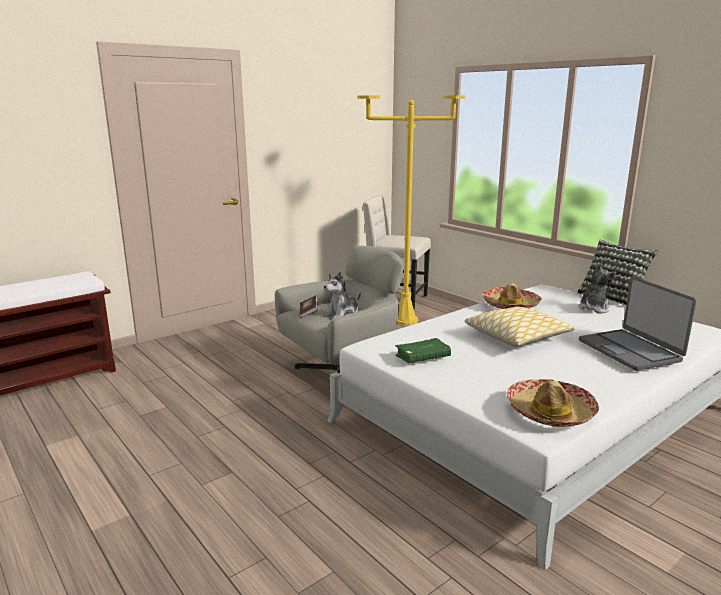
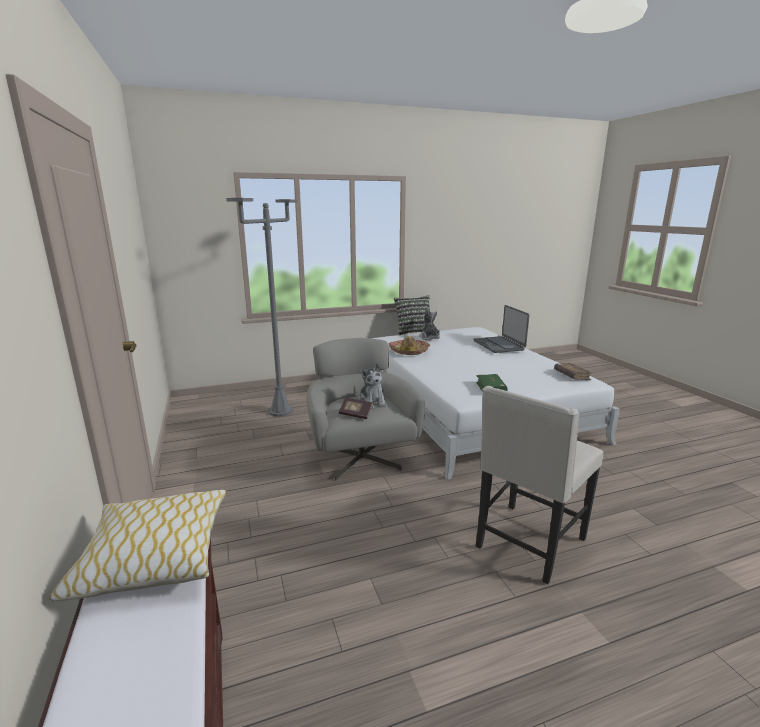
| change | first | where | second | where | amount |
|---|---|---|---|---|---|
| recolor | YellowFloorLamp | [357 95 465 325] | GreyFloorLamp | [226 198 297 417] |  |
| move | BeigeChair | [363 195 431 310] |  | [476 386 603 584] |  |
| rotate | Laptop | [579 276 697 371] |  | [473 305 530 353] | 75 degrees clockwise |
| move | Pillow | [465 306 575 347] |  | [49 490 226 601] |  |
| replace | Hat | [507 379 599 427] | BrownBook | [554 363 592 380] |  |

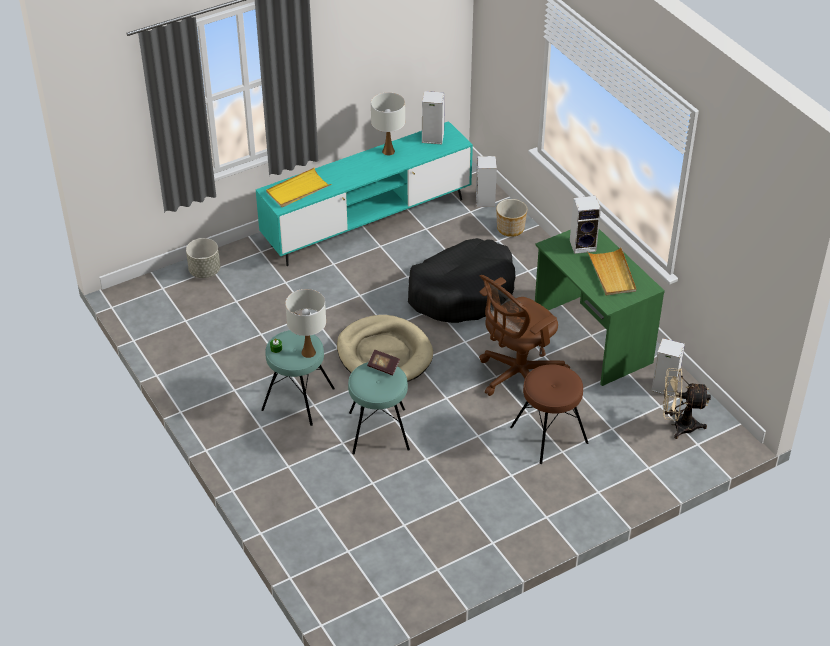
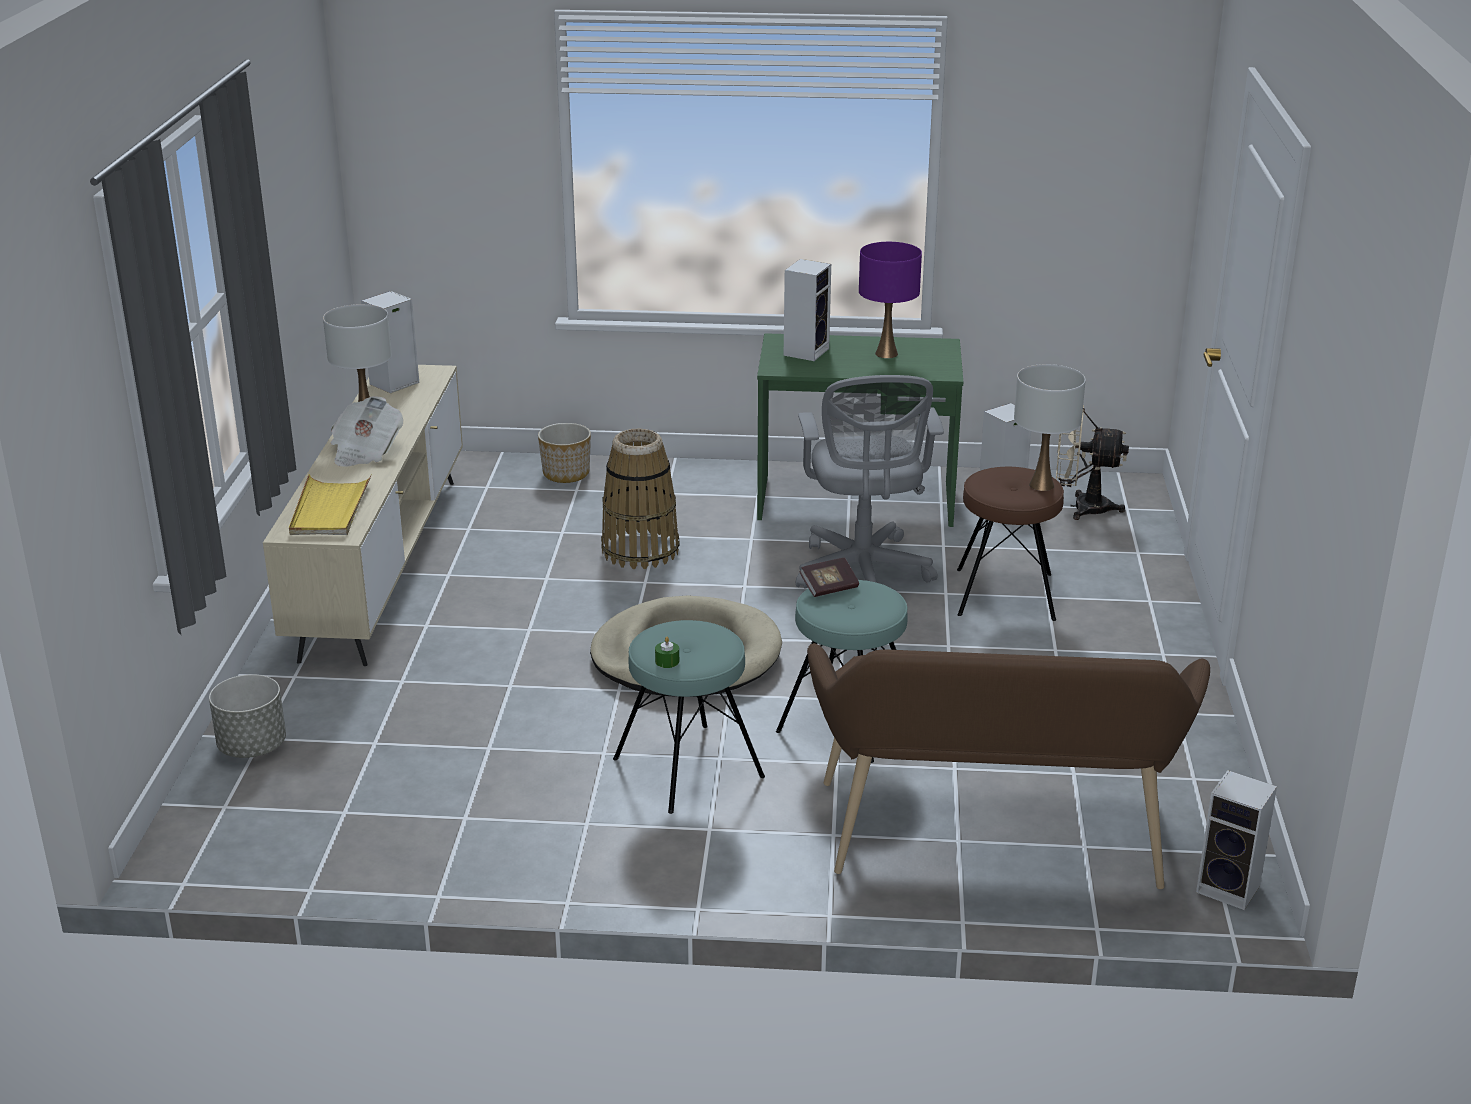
| change | first | where | second | where | amount |
|---|---|---|---|---|---|
| recolor | TurquoiseTvStand | [256 121 473 266] | BeigeTvStand | [263 365 463 666] |  |
| move | Speaker | [476 156 497 207] |  | [1196 770 1277 910] |  |
| replace | BlackDogBed | [408 238 516 323] | Basket | [601 429 680 569] |  |
| replace | BeigeTray | [587 247 636 295] | PurpleTableLamp | [859 242 922 358] |  |
| recolor | BrownOfficeChair | [479 275 570 396] | GreyOfficeChair | [796 375 944 589] |  |
| move | WhiteTableLamp | [285 289 326 358] |  | [1014 364 1086 491] |  |
| rotate | BeigeFan | [663 368 711 439] |  | [1056 405 1129 520] | 60 degrees clockwise |
| insert |  |  | Newspaper | [331 396 403 467] |  |
| insert |  |  | BrownBench | [807 643 1210 889] |  |

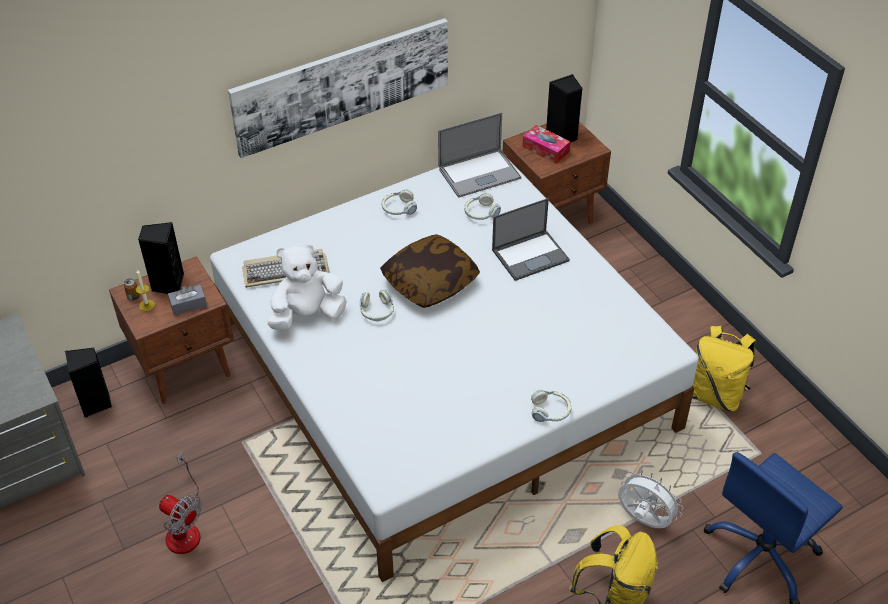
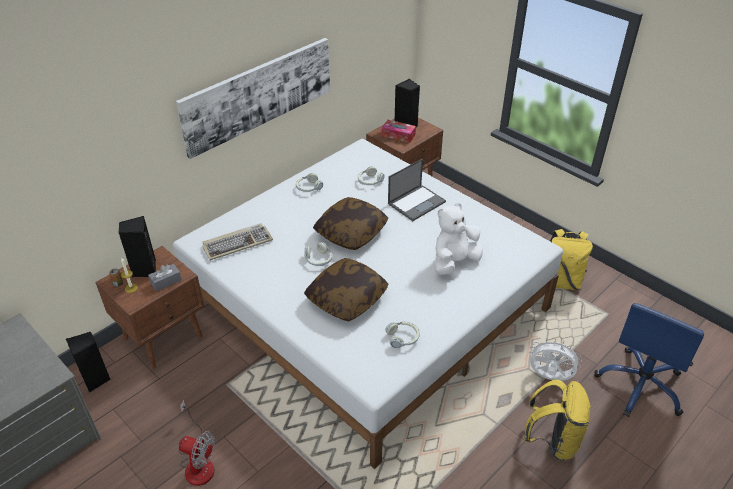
| change | first | where | second | where | amount |
|---|---|---|---|---|---|
| delete | Laptop | [438 112 521 198] |  |  |  |
| move | WhitePlushToy | [267 243 347 330] |  | [434 203 483 275] |  |
| move | Headphones | [531 390 572 422] |  | [386 322 420 348] |  |
| insert |  |  | Pillow | [304 258 388 321] |  |

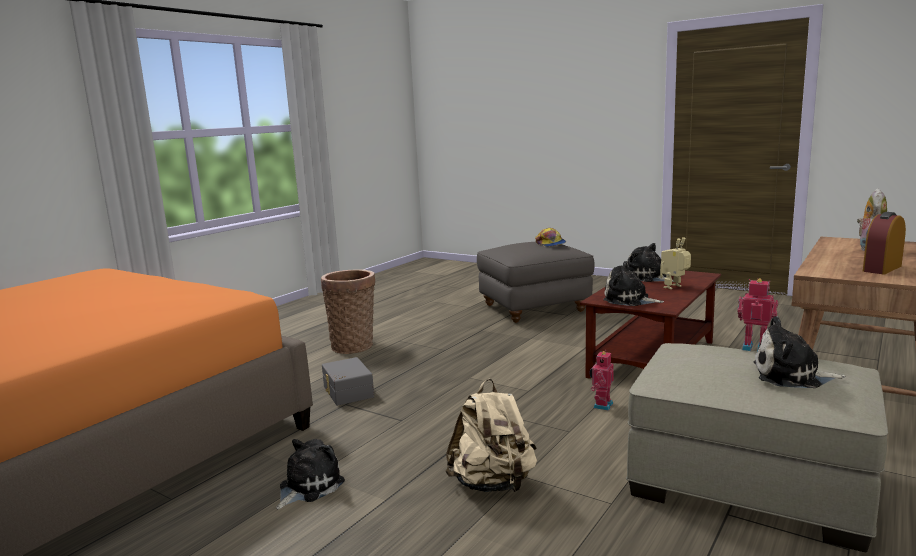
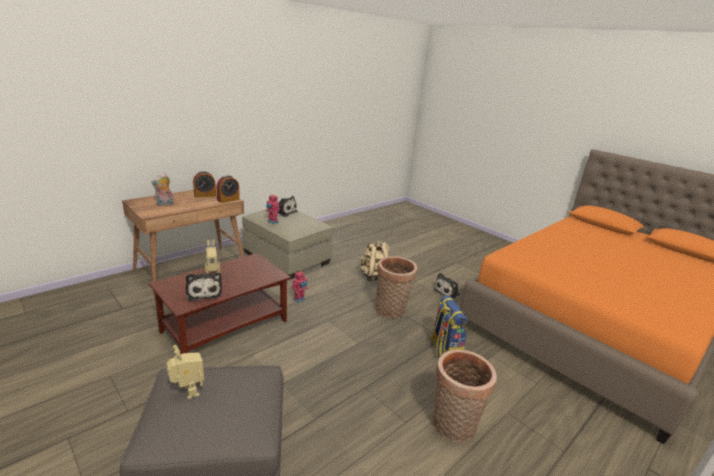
| change | first | where | second | where | amount |
|---|---|---|---|---|---|
| replace | Cap | [535 228 566 247] | ToyRobot | [167 345 204 399] |  |
| delete | PlushToy | [603 261 664 306] |  |  |  |
| replace | GreyStorageBox | [322 357 374 406] | Backpack | [429 295 468 357] |  |
| insert |  |  | AlarmClock | [217 175 240 203] |  |
| insert |  |  | Basket | [375 256 418 319] |  |

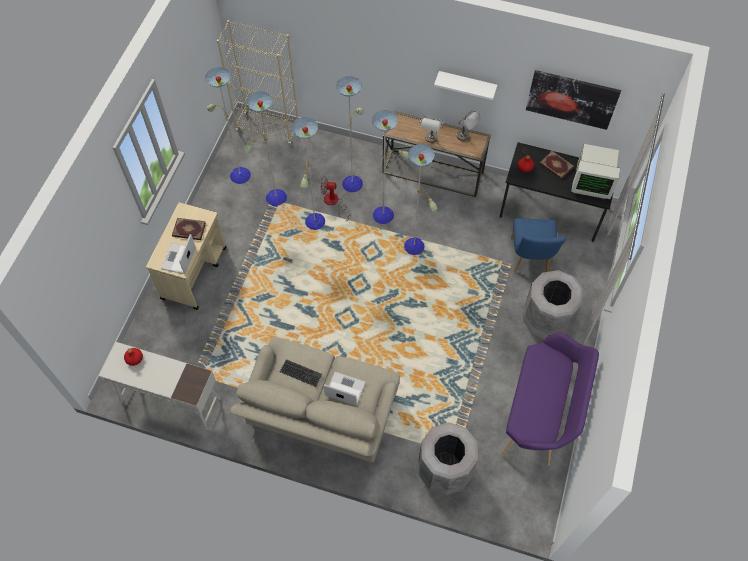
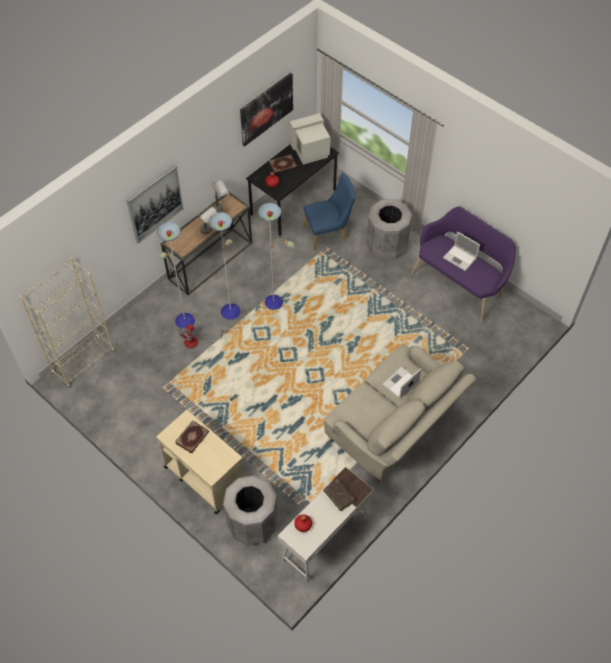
| change | first | where | second | where | amount |
|---|---|---|---|---|---|
| delete | FloorLamp | [205 67 325 230] |  |  |  |
| delete | WhiteShelf | [434 71 498 100] |  |  |  |
| rotate | Monitor | [571 144 620 199] |  | [289 113 330 165] | 150 degrees counterclockwise |
| rotate | BlueChair | [511 218 566 273] |  | [304 173 356 250] | 45 degrees counterclockwise |
| move | Laptop | [161 234 196 274] |  | [443 231 480 271] |  |
| delete | Keyboard | [280 359 322 387] |  |  |  |
| move | GreyTrashCan | [419 422 478 495] |  | [223 475 278 545] |  |
| insert |  |  | Picture | [127 165 183 244] |  |
| insert |  |  | BrownBook | [323 479 355 511] |  |

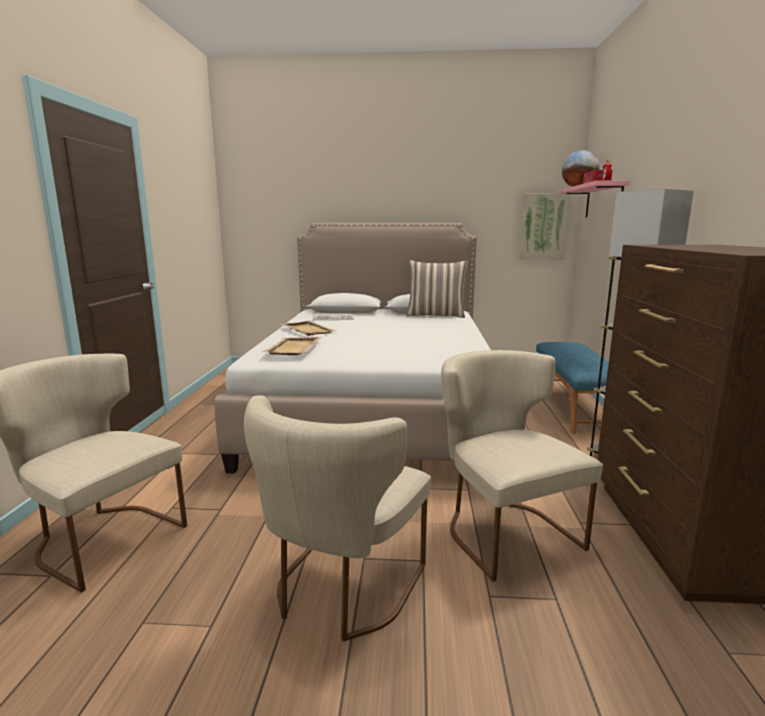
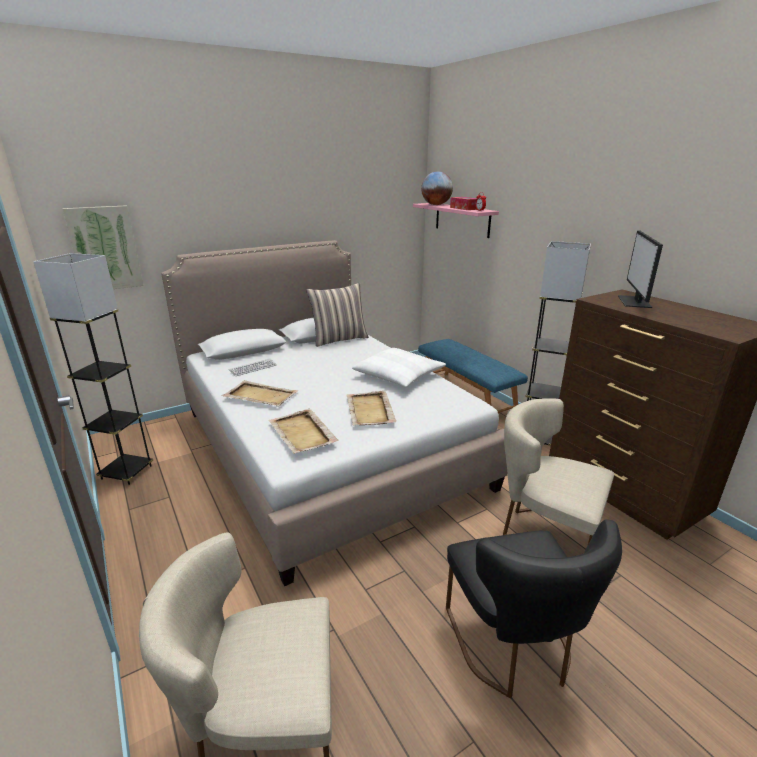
| change | first | where | second | where | amount |
|---|---|---|---|---|---|
| move | Picture | [519 193 570 260] |  | [63 205 144 289] |  |
| recolor | BeigeChair | [244 395 431 641] | BlackChair | [446 519 622 698] |  |
| insert |  |  | Monitor | [618 230 663 308] |  |
| insert |  |  | GreyFloorLamp | [33 253 153 485] |  |
| insert |  |  | WhitePillow | [352 348 446 388] |  |
| insert |  |  | BeigeTray | [347 391 397 426] |  |

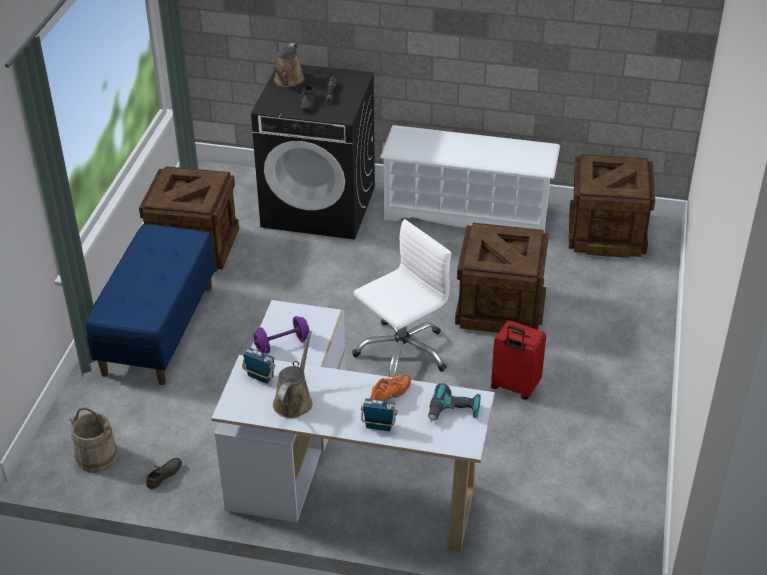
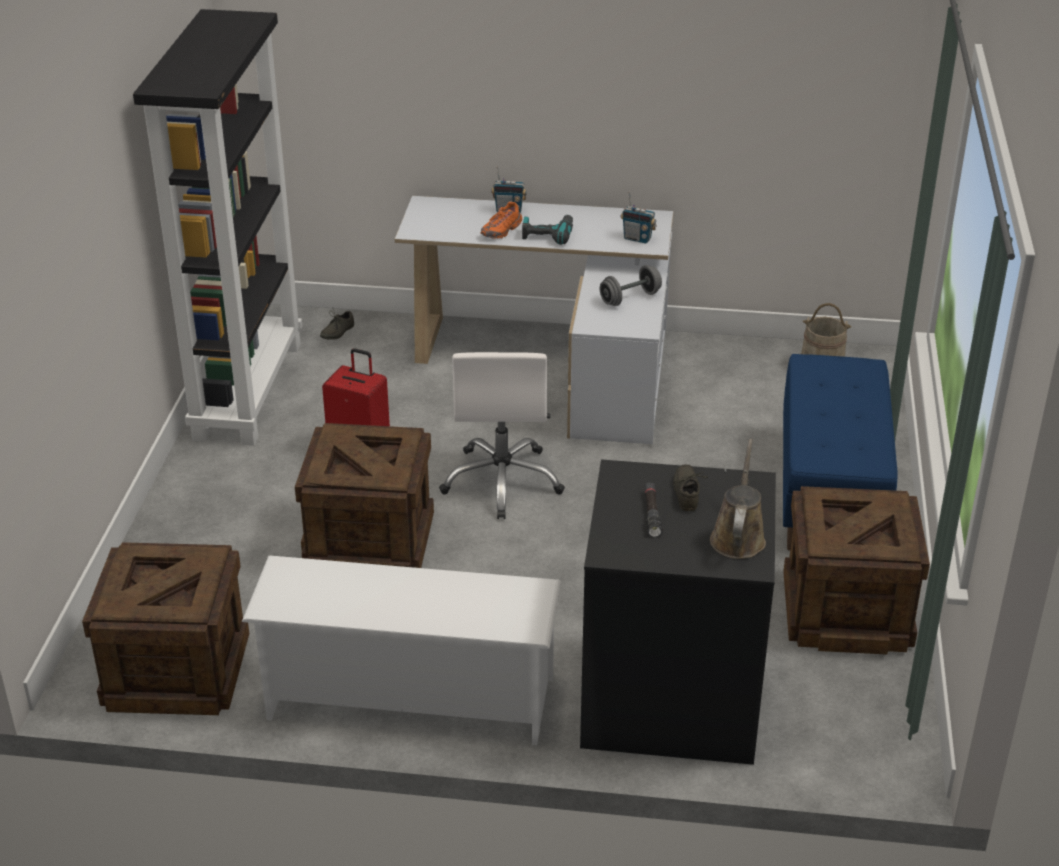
| change | first | where | second | where | amount |
|---|---|---|---|---|---|
| rotate | WhiteOfficeChair | [352 219 451 377] |  | [439 352 565 519] | 45 degrees counterclockwise |
| recolor | PurpleDumbbell | [253 316 310 354] | GreyDumbbell | [600 265 662 306] |  |
| delete | BrownWateringCan | [273 331 313 418] |  |  |  |
| move | PowerDrill | [428 383 481 422] |  | [522 215 573 245] |  |
| move | GreyShoe | [146 458 182 489] |  | [320 309 354 340] |  |
| insert |  |  | BlackBookcase | [133 9 302 446] |  |

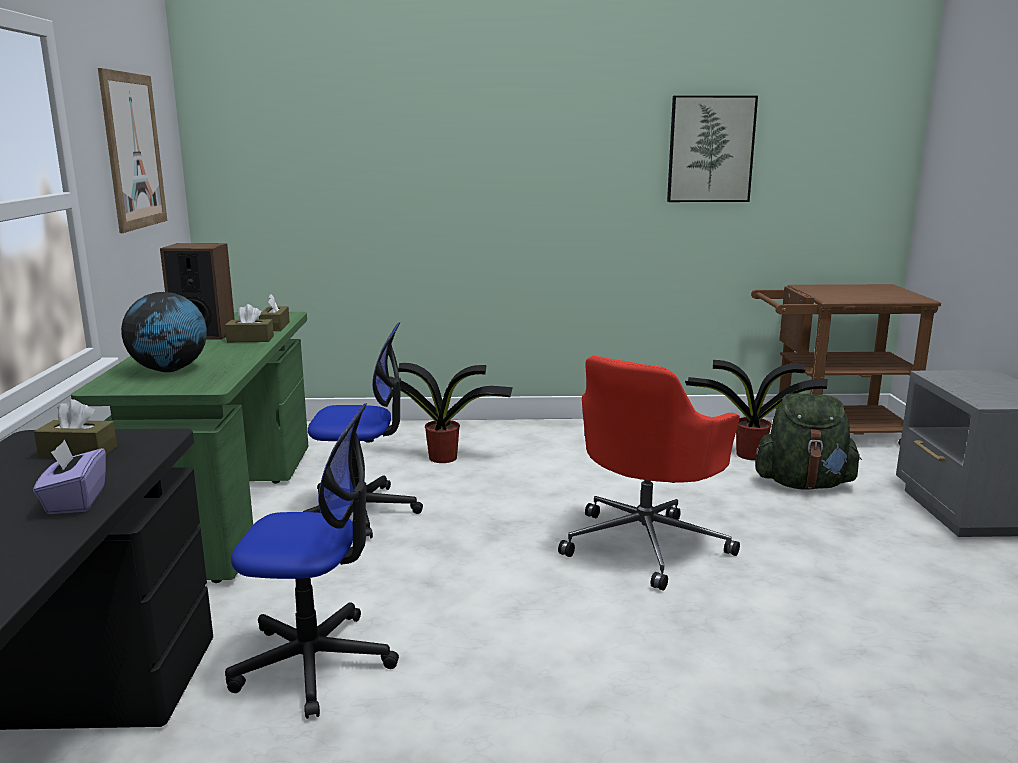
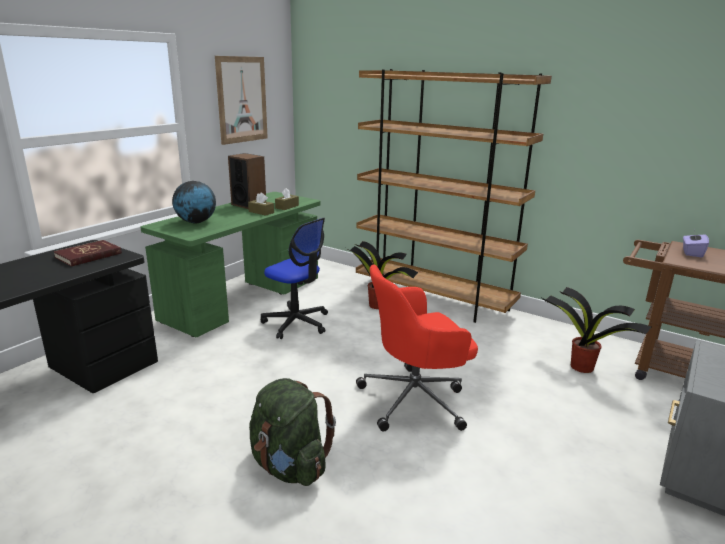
| change | first | where | second | where | amount |
|---|---|---|---|---|---|
| delete | Picture | [667 96 758 202] |  |  |  |
| move | GreenBackpack | [755 393 862 490] |  | [249 378 336 486] |  |
| replace | BrownTissueBox | [34 399 117 458] | RedBook | [54 240 122 267] |  |
| delete | OfficeChair | [225 403 399 719] |  |  |  |
| move | PurpleTissueBox | [33 440 106 514] |  | [683 229 709 257] |  |
| insert |  |  | BrownBookcase | [356 69 552 323] |  |

